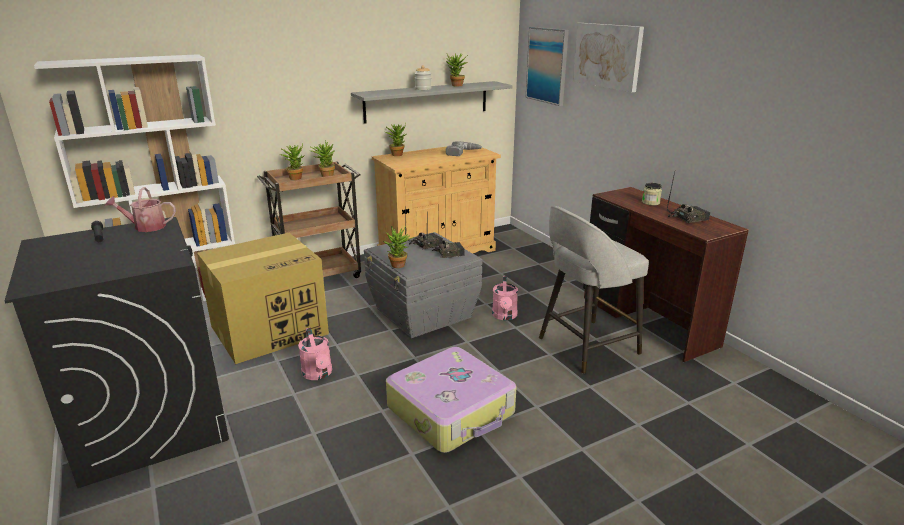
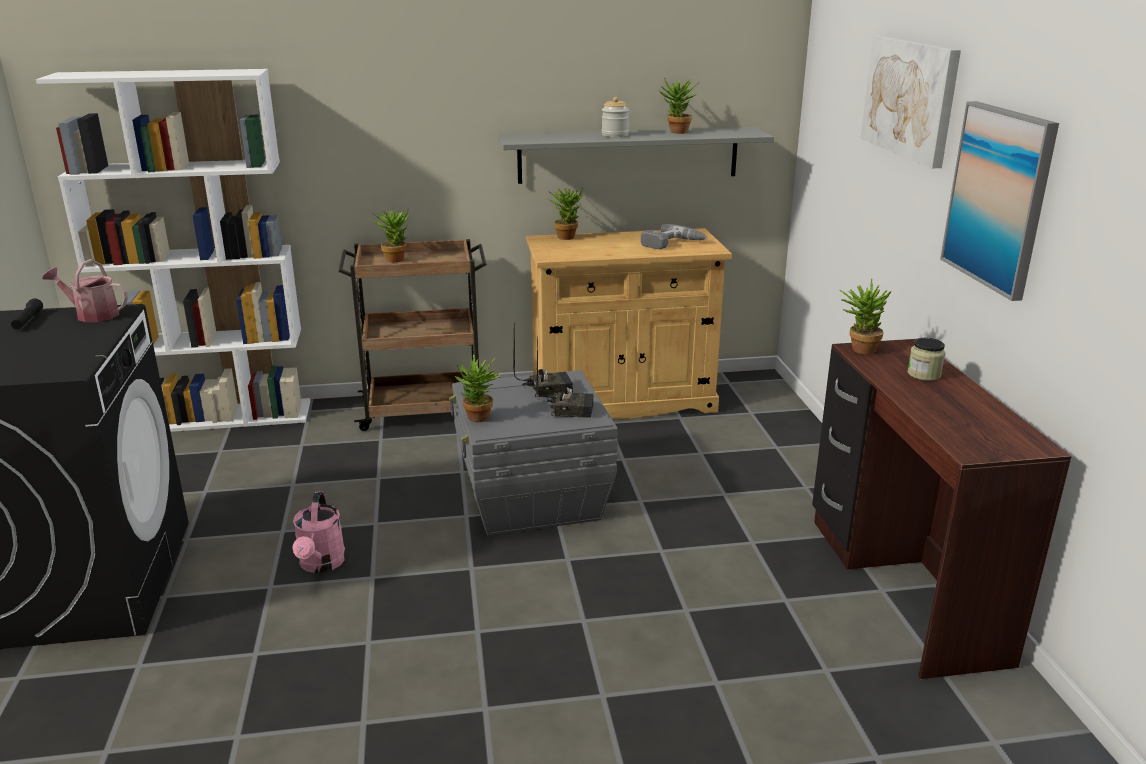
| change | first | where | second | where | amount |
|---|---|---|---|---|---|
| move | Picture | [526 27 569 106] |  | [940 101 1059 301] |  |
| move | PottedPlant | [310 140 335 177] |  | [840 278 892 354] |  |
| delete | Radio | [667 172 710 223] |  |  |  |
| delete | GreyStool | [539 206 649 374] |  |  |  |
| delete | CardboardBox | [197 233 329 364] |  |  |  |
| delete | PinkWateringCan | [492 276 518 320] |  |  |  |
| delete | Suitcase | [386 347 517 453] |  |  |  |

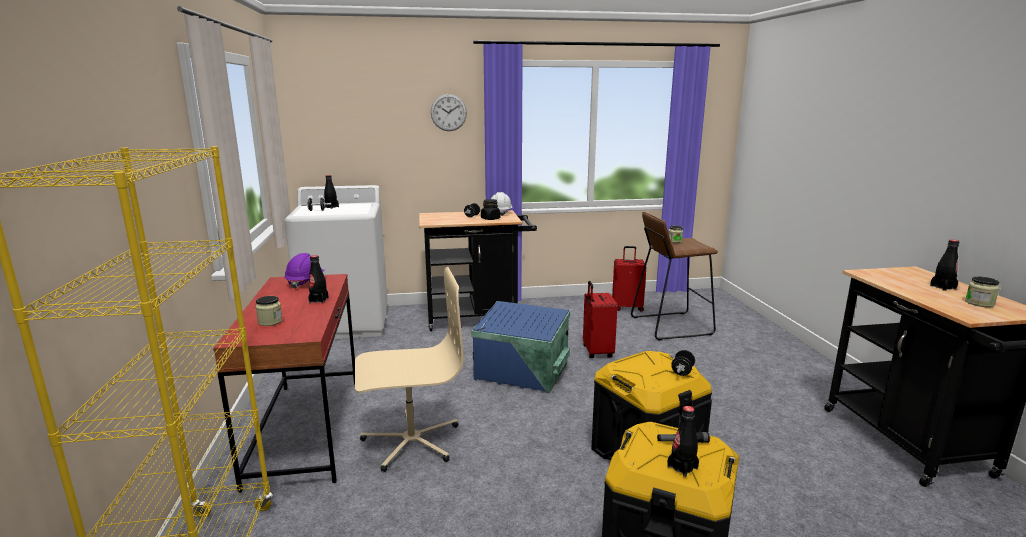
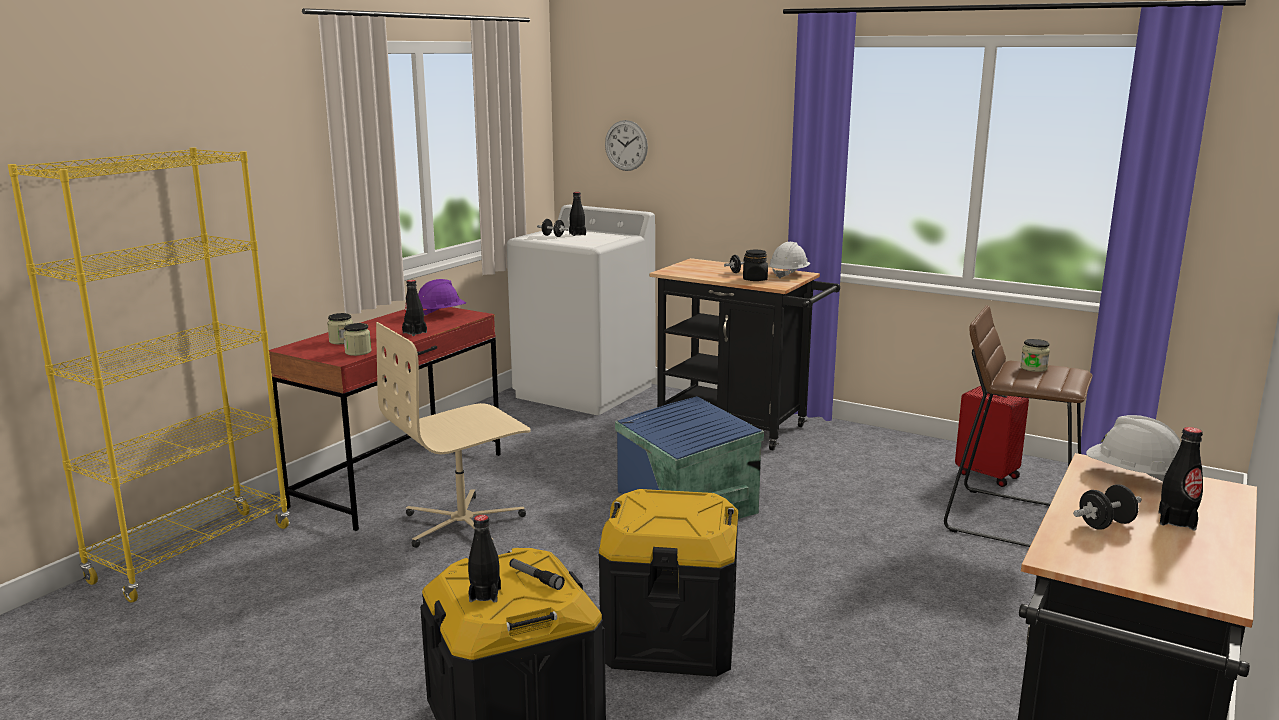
| change | first | where | second | where | amount |
|---|---|---|---|---|---|
| move | WallClock | [431 94 467 131] |  | [605 120 648 171] |  |
| rotate | BeigeOfficeChair | [355 267 463 472] |  | [376 322 531 548] | 120 degrees clockwise |
| move | Jar | [965 276 999 307] |  | [343 323 371 356] |  |
| delete | RedSuitcase | [583 281 618 358] |  |  |  |
| move | BlackDumbbell | [671 350 695 376] |  | [1073 484 1142 530] |  |
| insert |  |  | WhiteHardHat | [1086 415 1181 482] |  |

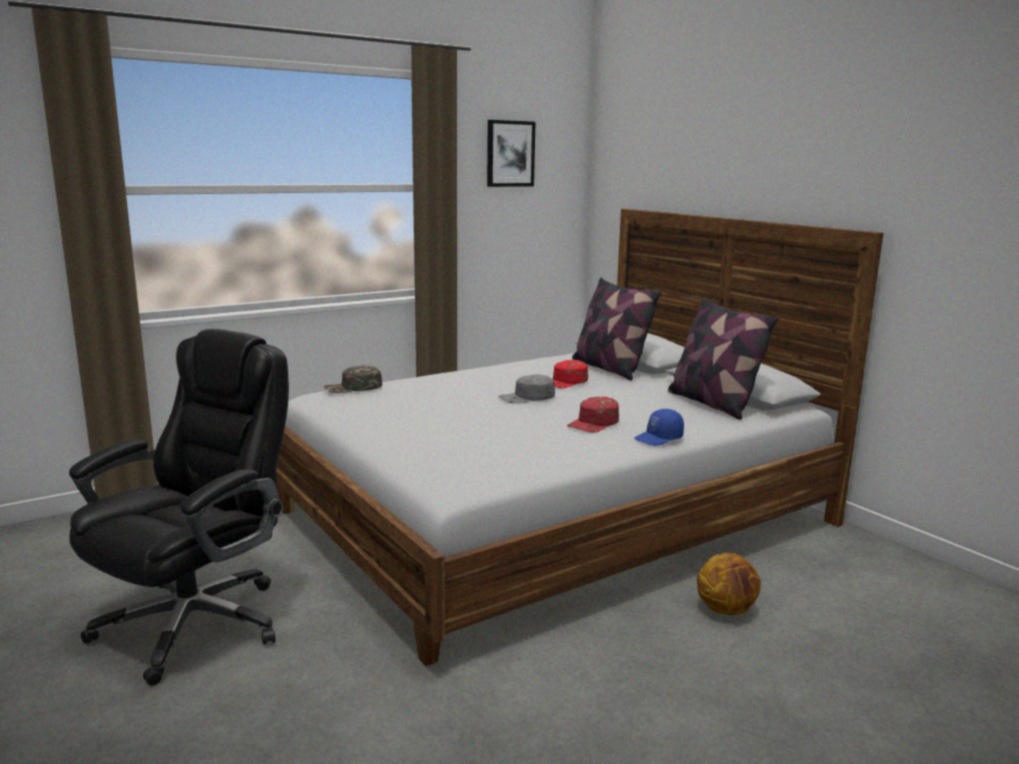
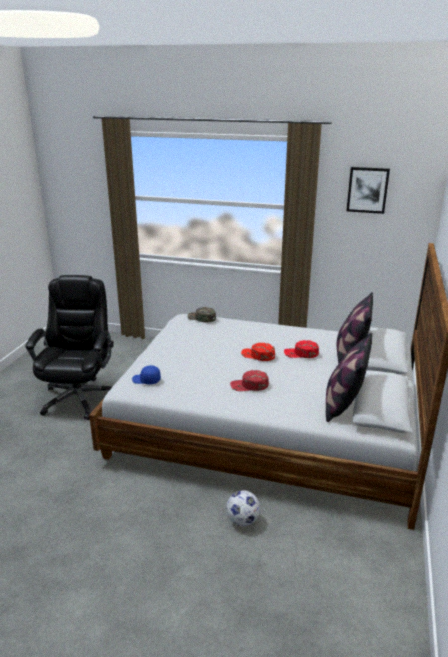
| change | first | where | second | where | amount |
|---|---|---|---|---|---|
| rotate | BlackOfficeChair | [69 329 289 685] |  | [25 275 114 420] | 75 degrees counterclockwise |
| recolor | GreyCap | [499 374 555 404] | RedCap | [241 343 275 361] |  |
| move | BlueCap | [634 409 684 446] |  | [132 365 161 385] |  |
| replace | Basketball | [697 552 761 615] | Football | [226 490 260 526] |  |

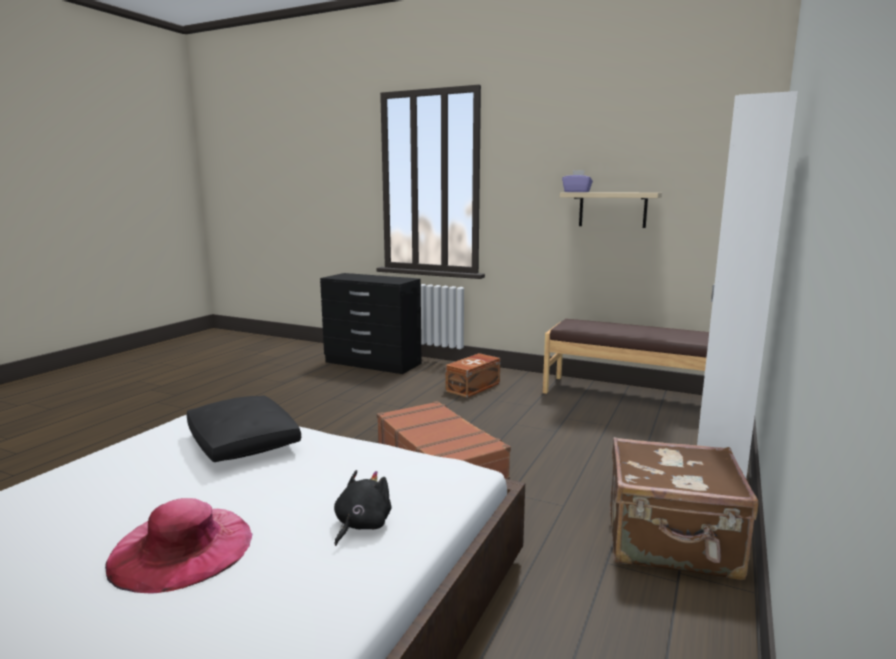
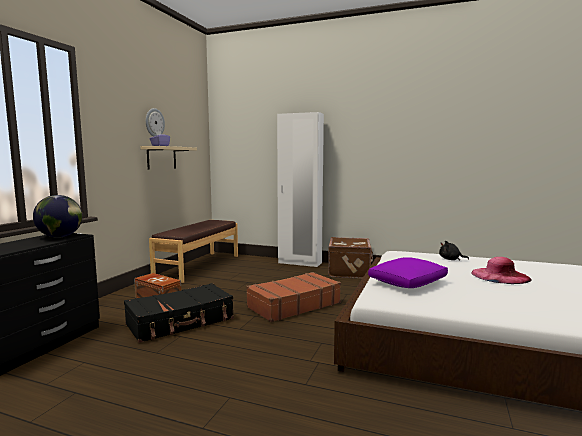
| change | first | where | second | where | amount |
|---|---|---|---|---|---|
| recolor | BlackPillow | [187 395 301 462] | PurplePillow | [368 257 448 288] |  |
| insert |  |  | WallClock | [146 108 165 137] |  |
| insert |  |  | Globe | [33 195 83 238] |  |
| insert |  |  | BlackSuitcase | [124 283 234 343] |  |

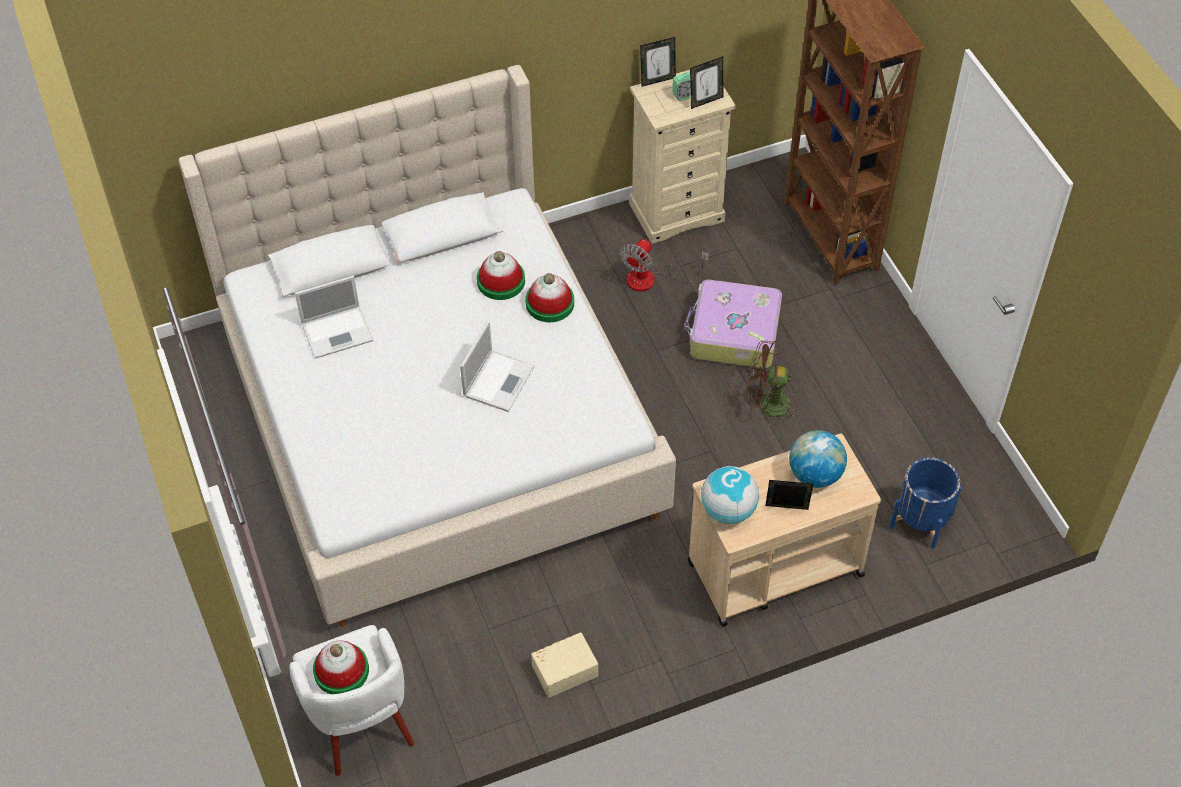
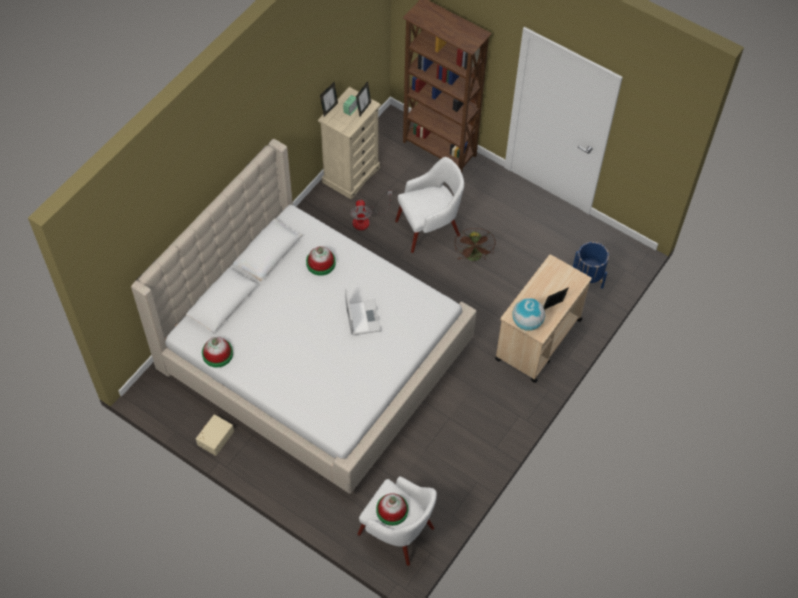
| change | first | where | second | where | amount |
|---|---|---|---|---|---|
| move | Hat | [525 273 574 322] |  | [202 337 233 368] |  |
| delete | Laptop | [295 276 373 359] |  |  |  |
| replace | Suitcase | [684 280 782 368] | WhiteArmchair | [395 157 464 253] |  |
| rotate | BrownFan | [747 341 799 425] |  | [455 228 496 262] | 60 degrees counterclockwise |
| delete | Globe | [789 430 847 488] |  |  |  |
| move | BeigeStorageBox | [531 632 598 698] |  | [196 414 234 456] |  |

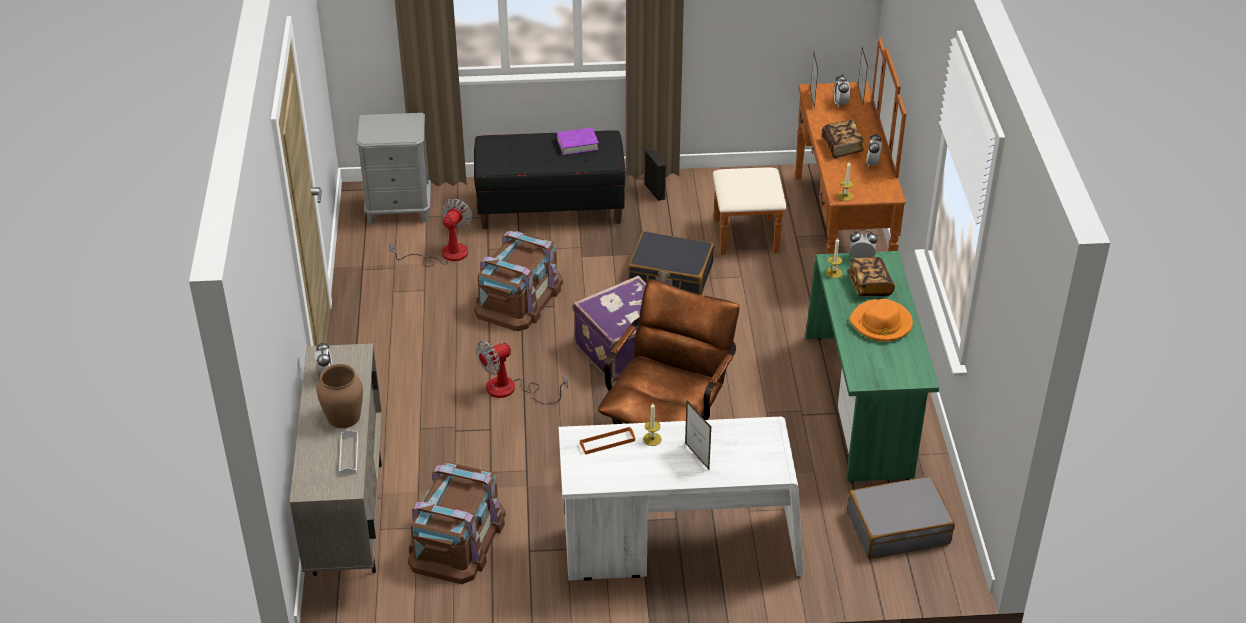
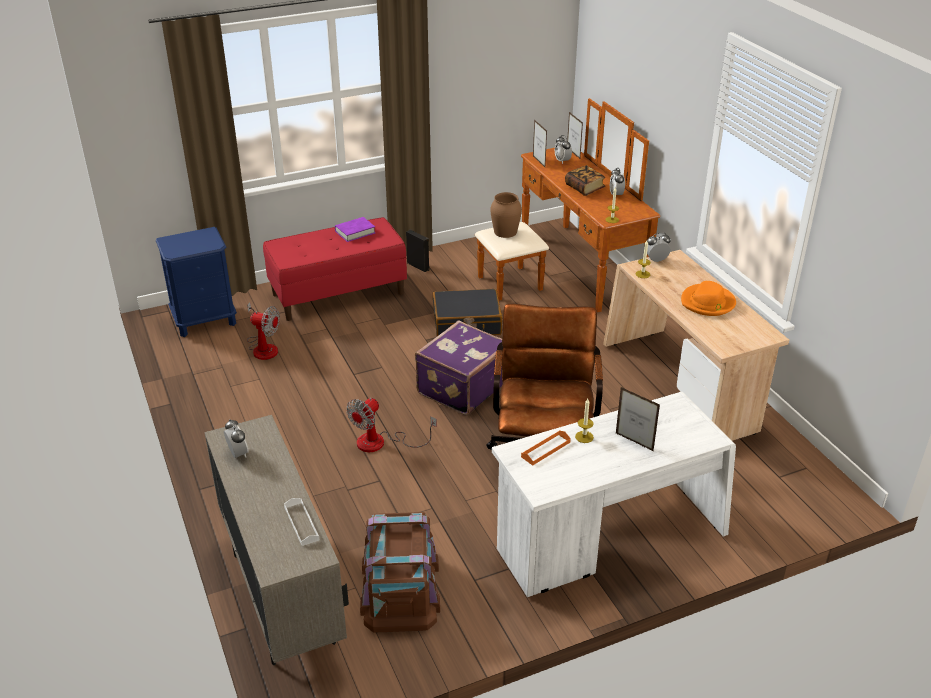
| change | first | where | second | where | amount |
|---|---|---|---|---|---|
| recolor | GreyNightstand | [356 113 431 225] | BlueNightstand | [156 227 237 337] |  |
| recolor | BlackBench | [474 131 625 229] | RedBench | [263 217 407 321] |  |
| rotate | Fan | [389 198 473 267] |  | [247 302 280 360] | 105 degrees clockwise |
| delete | BrownStorageBox | [474 231 563 331] |  |  |  |
| recolor | GreenDesk | [805 251 939 483] | BeigeDesk | [603 250 789 441] |  |
| delete | Book | [848 257 895 296] |  |  |  |
| move | BrownVase | [317 364 363 428] |  | [490 192 522 238] |  |
| delete | GreySuitcase | [847 476 955 559] |  |  |  |

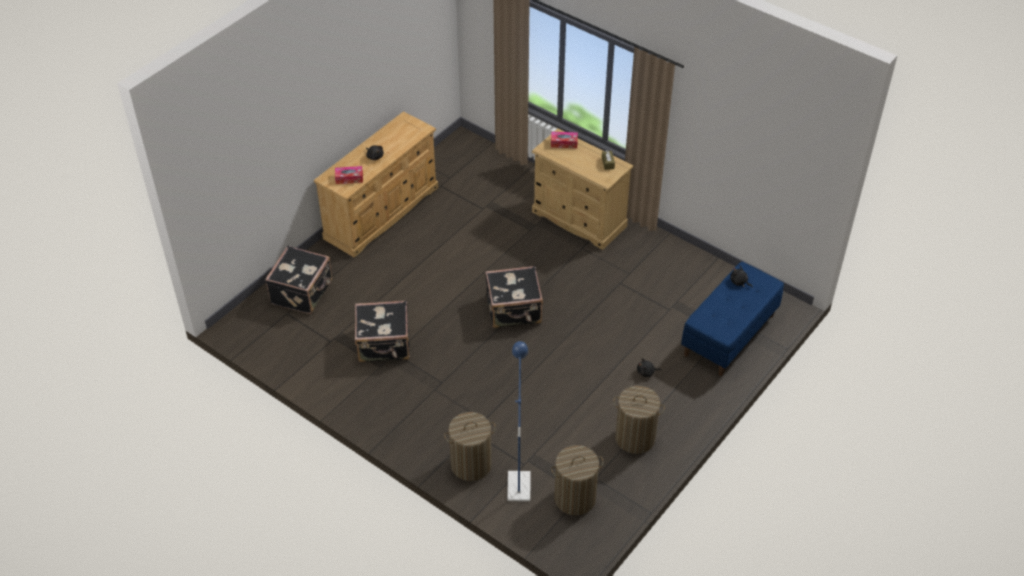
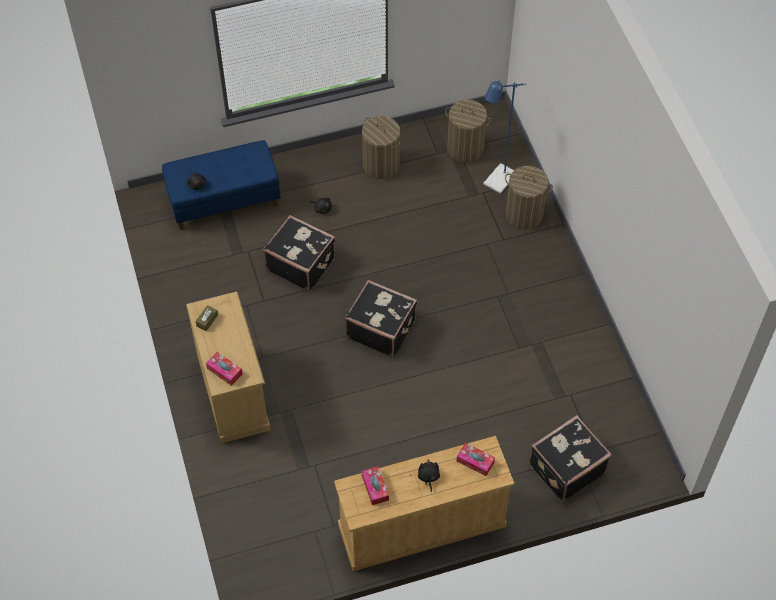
| change | first | where | second | where | amount |
|---|---|---|---|---|---|
| move | BlackSuitcase | [355 300 410 362] |  | [263 215 336 291] |  |
| insert |  |  | TissueBox | [362 466 389 505] |  |

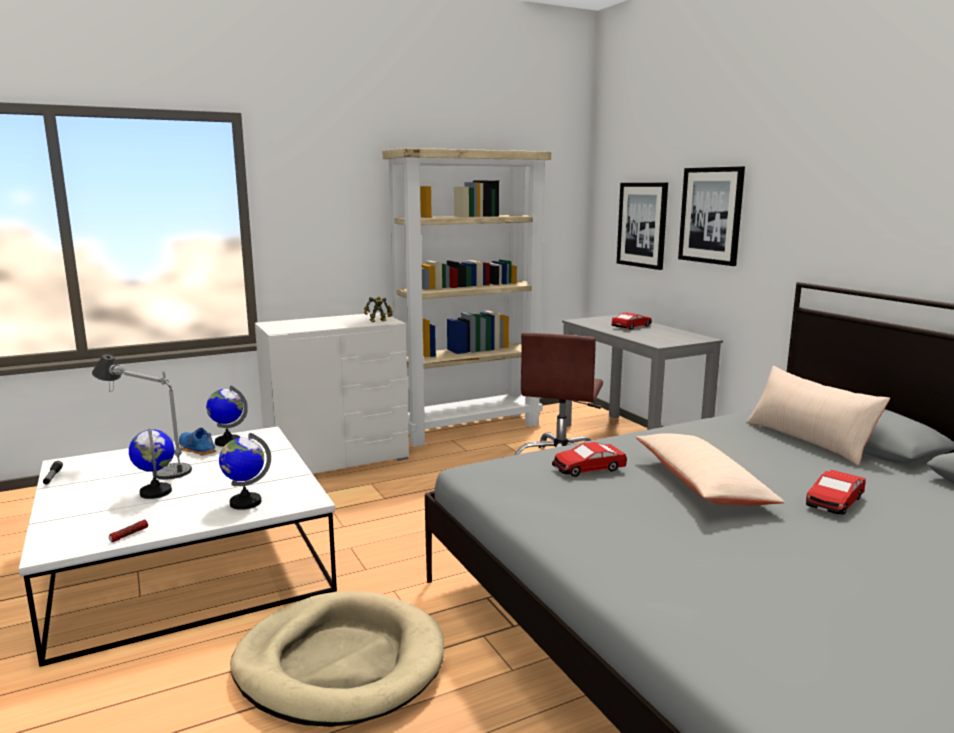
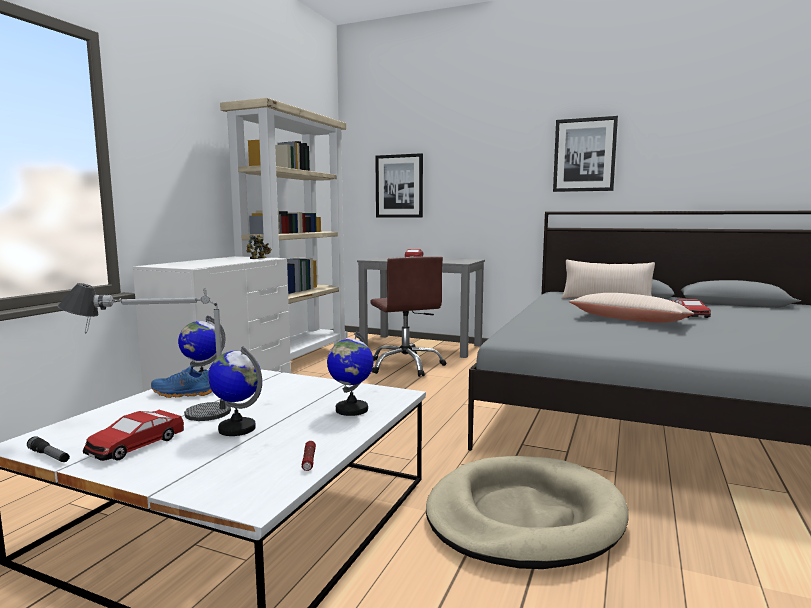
| change | first | where | second | where | amount |
|---|---|---|---|---|---|
| move | Picture | [678 166 745 266] |  | [553 116 618 192] |  |
| move | ToyCar | [552 442 627 477] |  | [83 410 184 461] |  |

